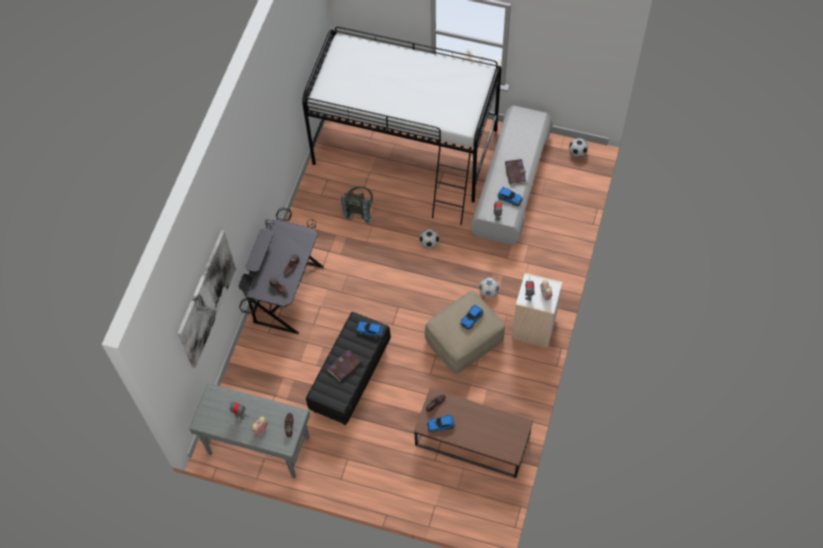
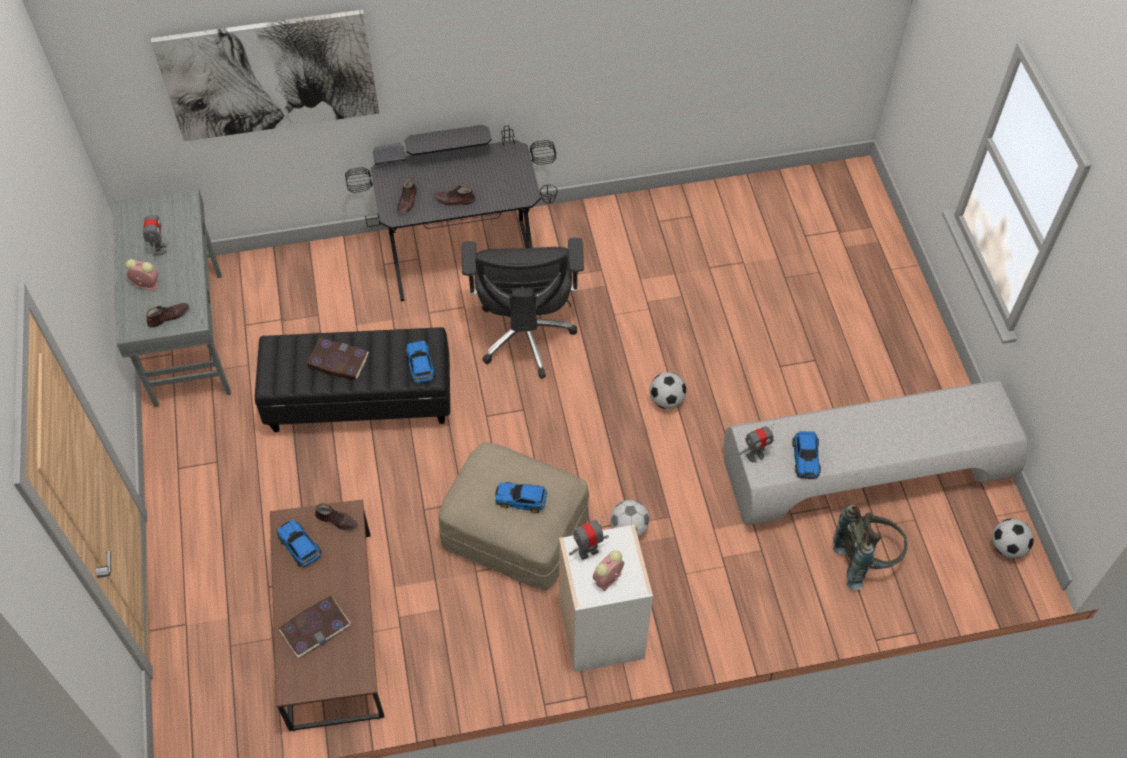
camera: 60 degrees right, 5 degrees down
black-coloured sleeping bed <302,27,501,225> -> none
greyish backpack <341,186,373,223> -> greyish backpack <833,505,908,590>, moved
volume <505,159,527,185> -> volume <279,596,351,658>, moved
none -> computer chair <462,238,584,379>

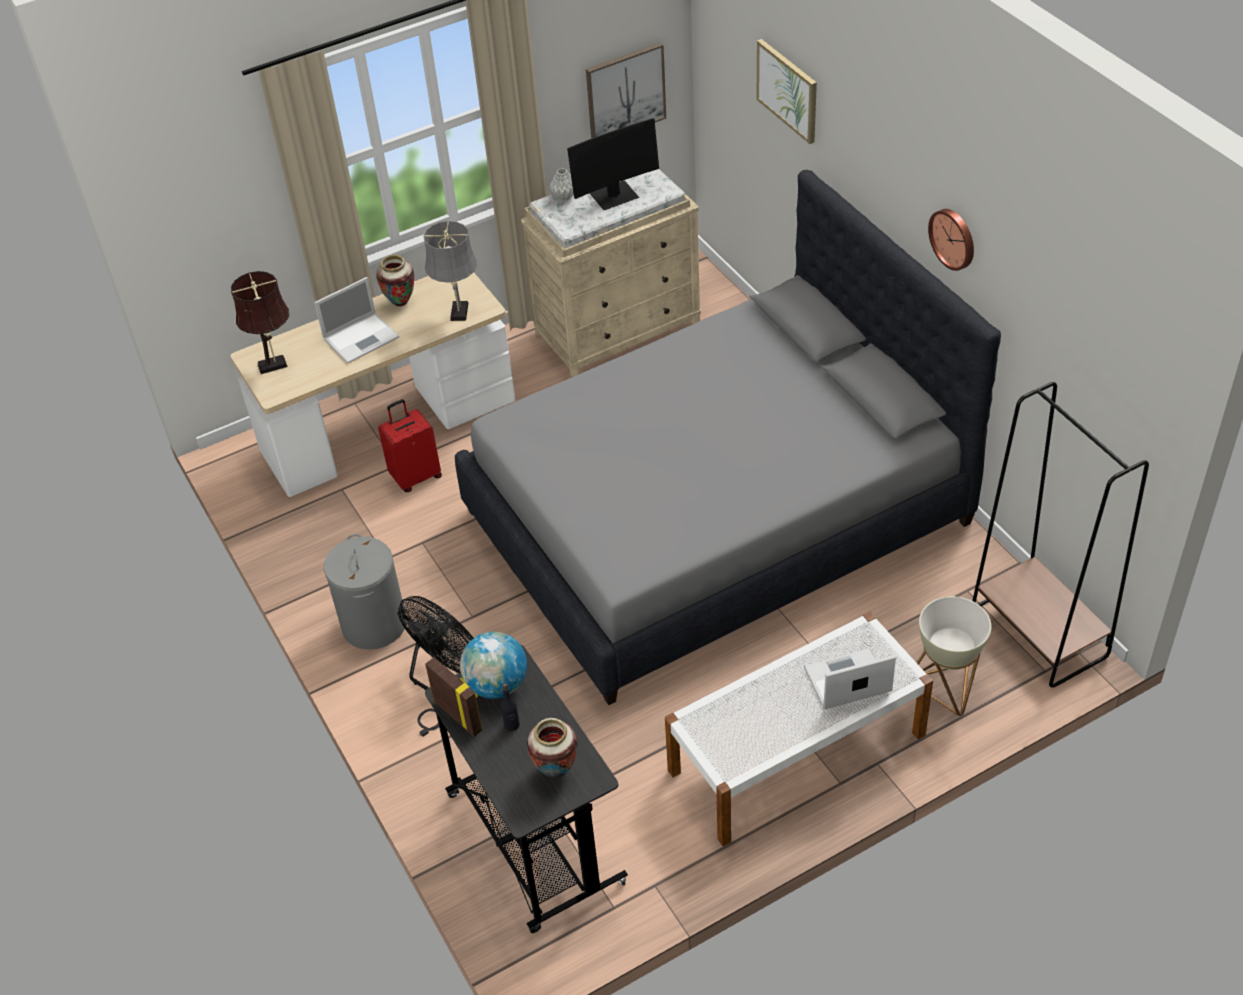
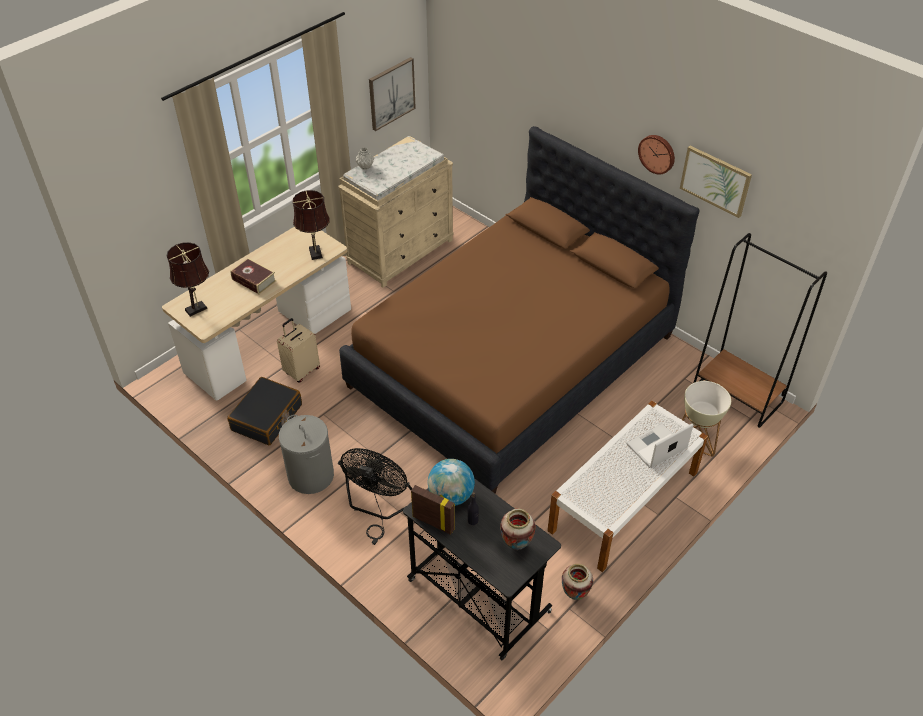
camera: 20 degrees left, 0 degrees up
laptop <314,277,399,364> -> volume <230,258,276,294>
vase <376,255,414,307> -> vase <562,564,593,600>, moved
red-coloured travel case <378,399,442,492> -> beige-coloured travel case <277,318,320,382>
greyish lamp for a table <423,221,477,321> -> brown-coloured lamp for a table <293,190,330,260>
greyish sleeping bed <455,170,1001,705> -> brown-coloured sleeping bed <339,126,699,493>
computer display <567,118,659,210> -> none
picture <757,39,817,144> -> picture <680,146,752,218>, moved
none -> black-coloured travel case <227,377,302,446>

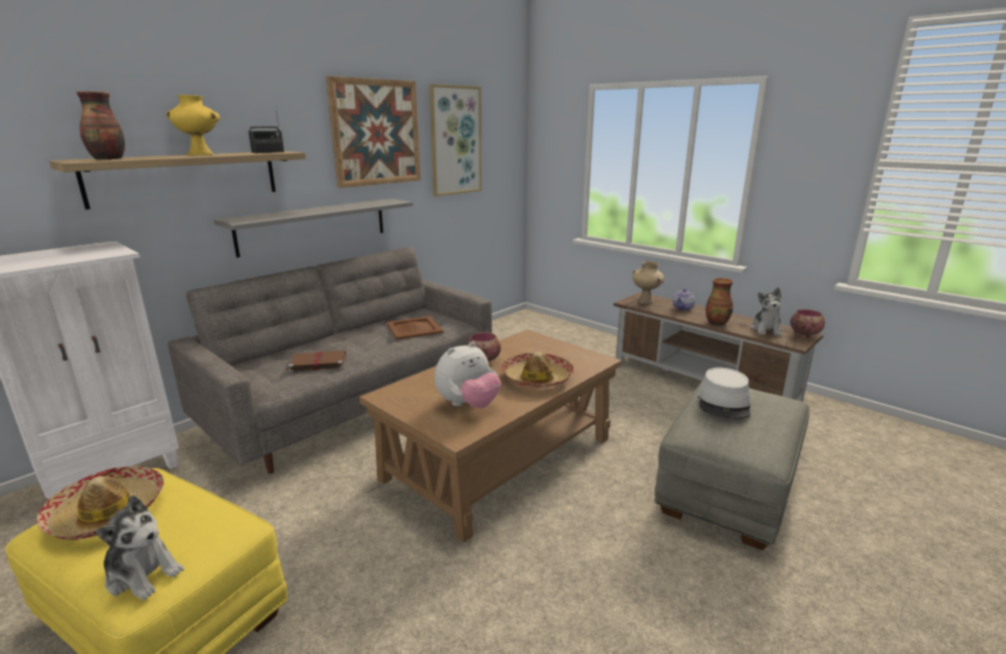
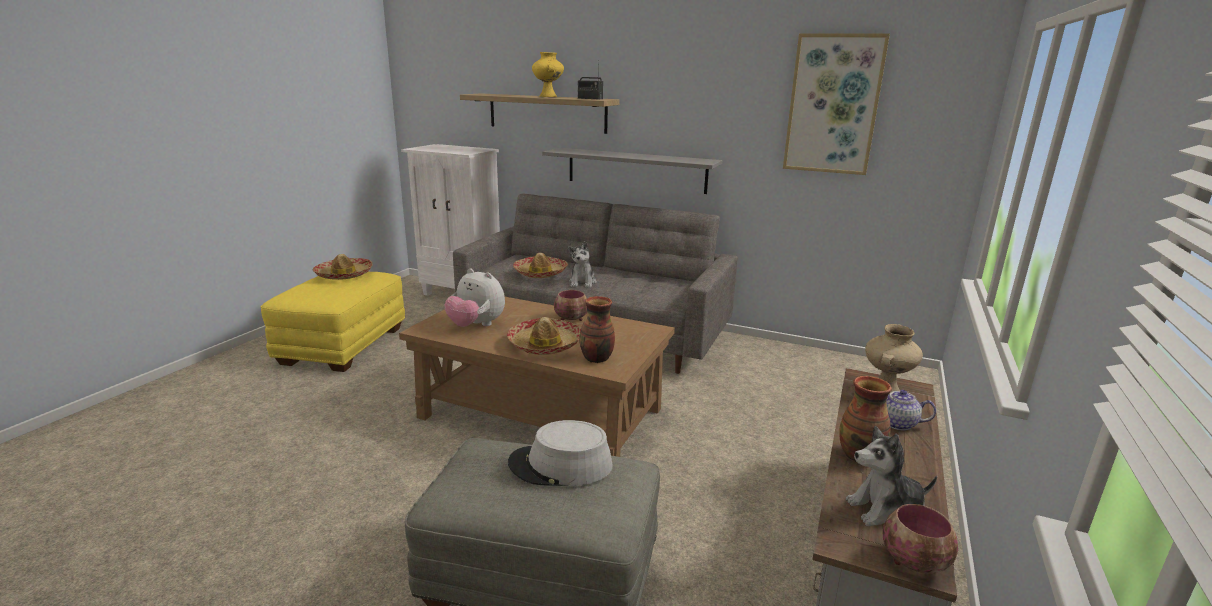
camera: 70 degrees right, 0 degrees up
vase <76,91,125,160> -> vase <579,296,615,363>, moved
cuddly toy <96,495,184,600> -> cuddly toy <568,241,597,288>, moved
brown-coloured volume <285,350,346,372> -> hat <513,253,568,278>
picture <326,76,421,188> -> none
brown-coloured serving tray <386,316,443,340> -> none

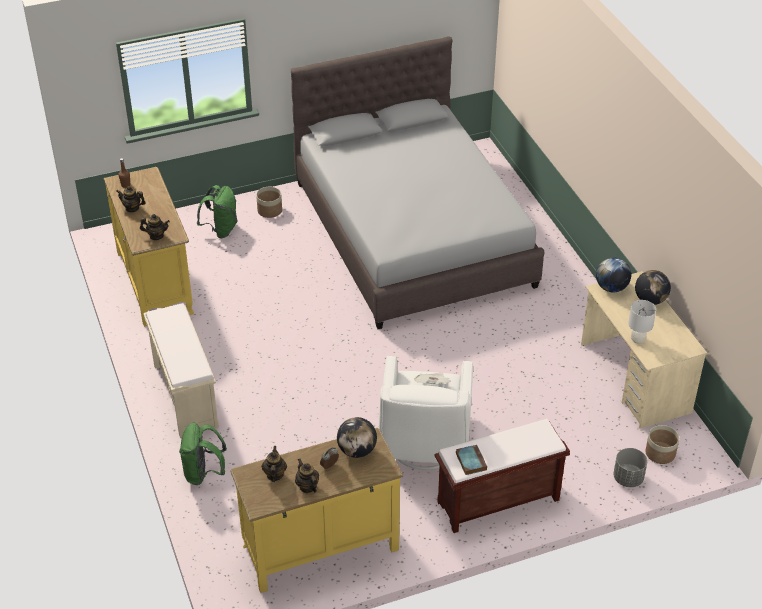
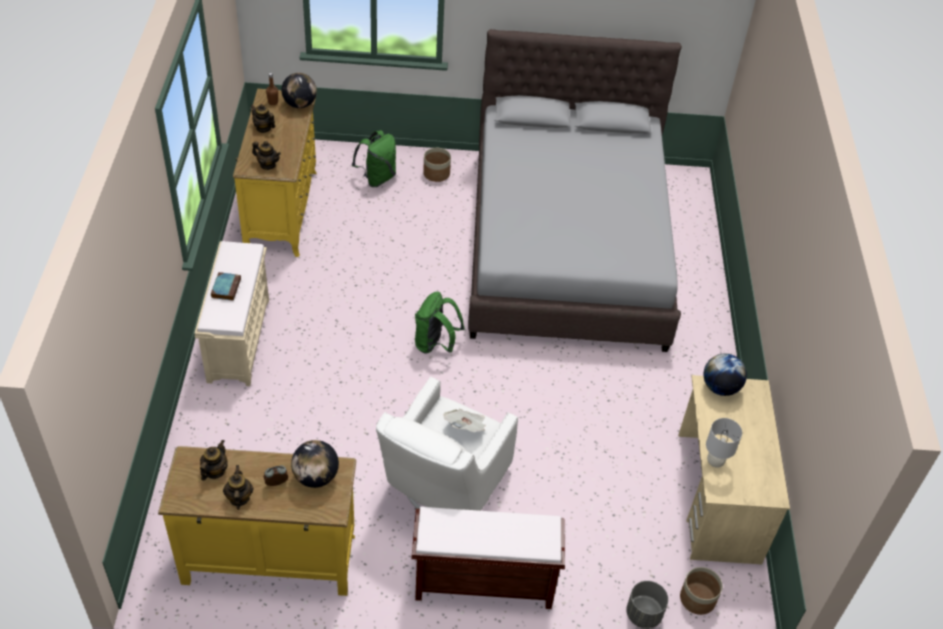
camera: 20 degrees right, 5 degrees up
greenish backpack <179,422,227,485> -> greenish backpack <415,292,464,353>, moved
volume <456,445,487,475> -> volume <211,272,241,301>, moved
desk globe <635,270,671,305> -> desk globe <282,73,317,108>, moved

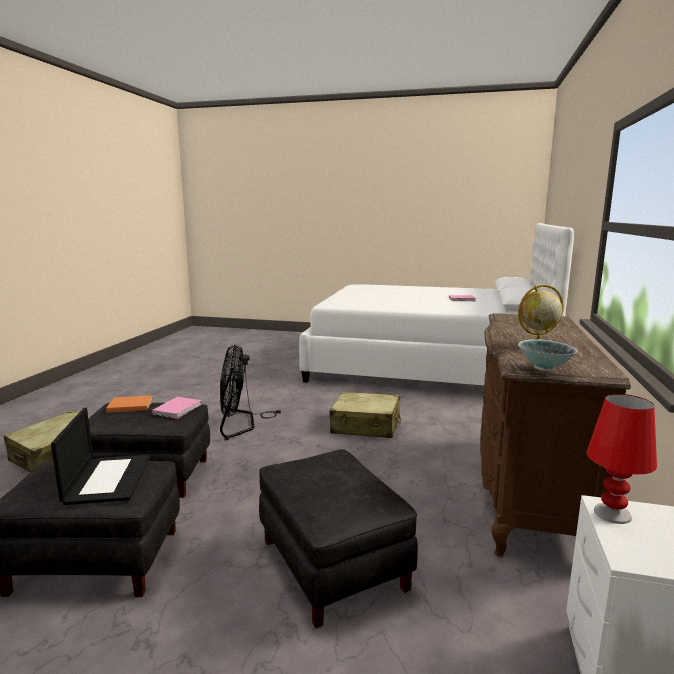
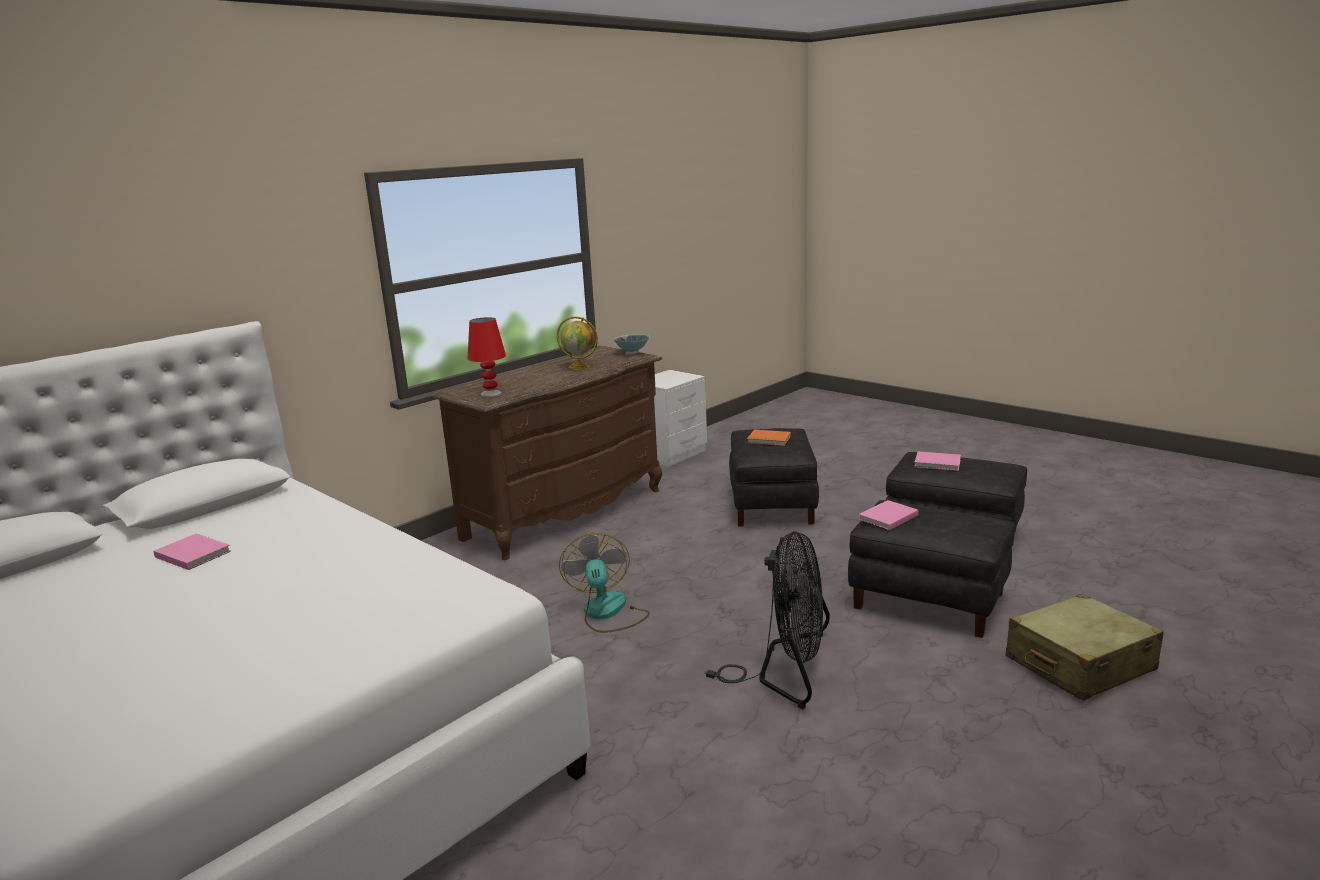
camera: 150 degrees left, 5 degrees up
laptop <51,408,150,505> -> pink volume <914,452,961,471>
orange-coloured volume <106,395,153,413> -> orange-coloured volume <747,429,791,446>, moved
beige-coloured travel case <329,392,401,438> -> electric fan <559,533,650,633>
red-coloured lamp for a table <587,394,657,524> -> red-coloured lamp for a table <468,317,506,397>, moved

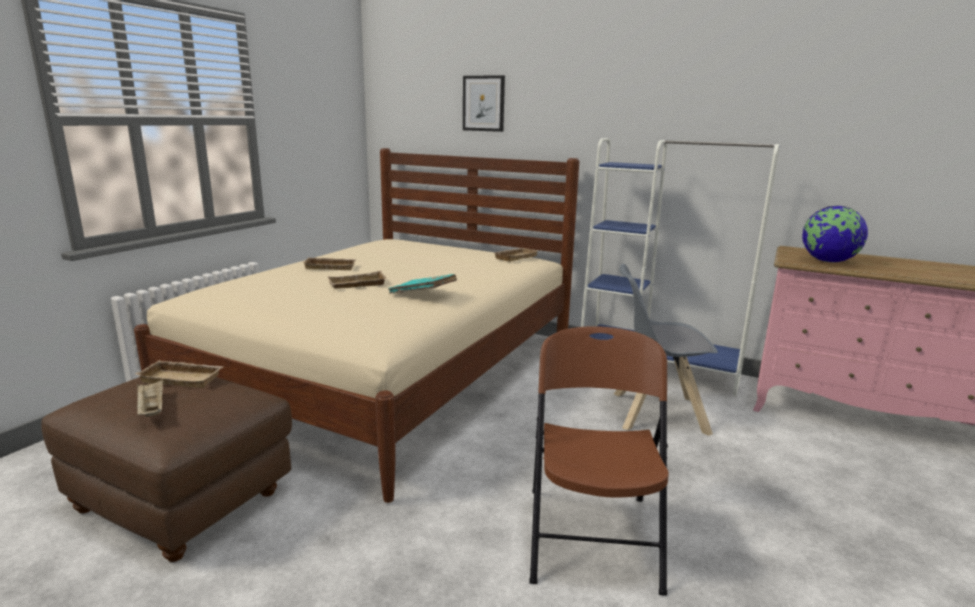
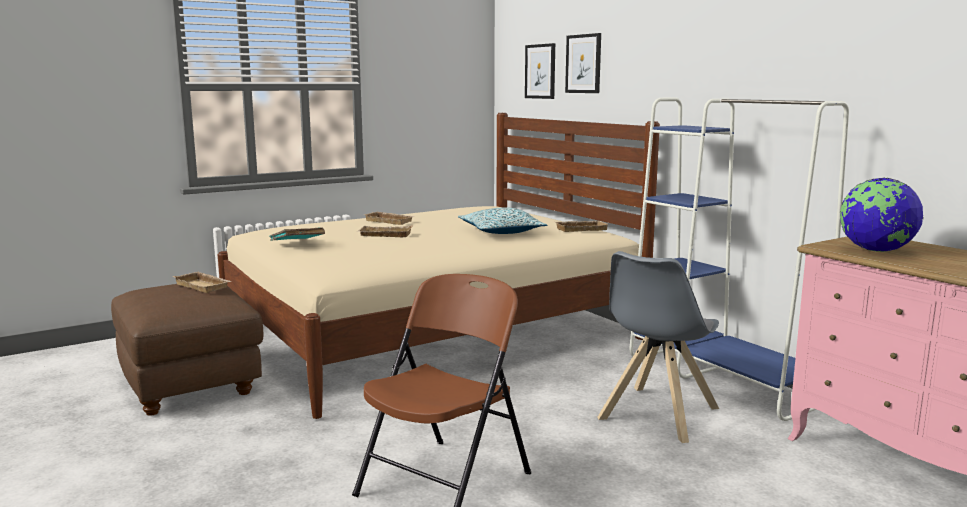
camera: 30 degrees right, 5 degrees down
beige-coloured serving tray <137,379,163,417> -> none
blue-green volume <388,274,457,293> -> blue-green volume <269,227,325,241>, moved
greyish chair <614,264,718,436> -> greyish chair <598,251,719,443>, 90 degrees counterclockwise
none -> pillow <458,207,547,234>
none -> picture <525,43,555,99>

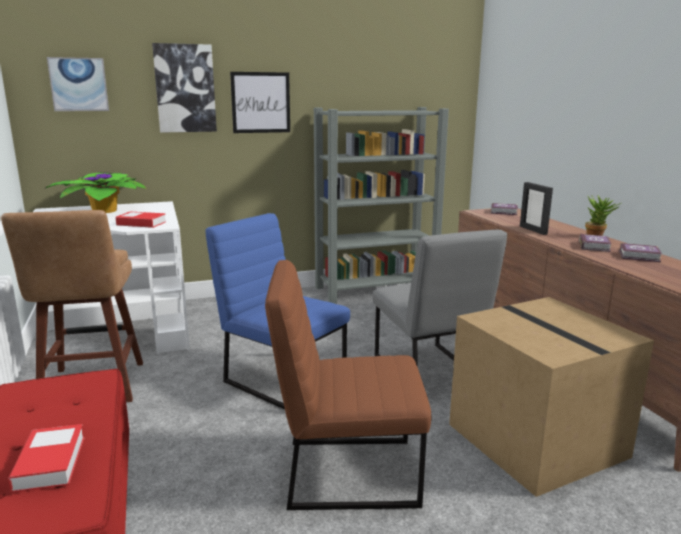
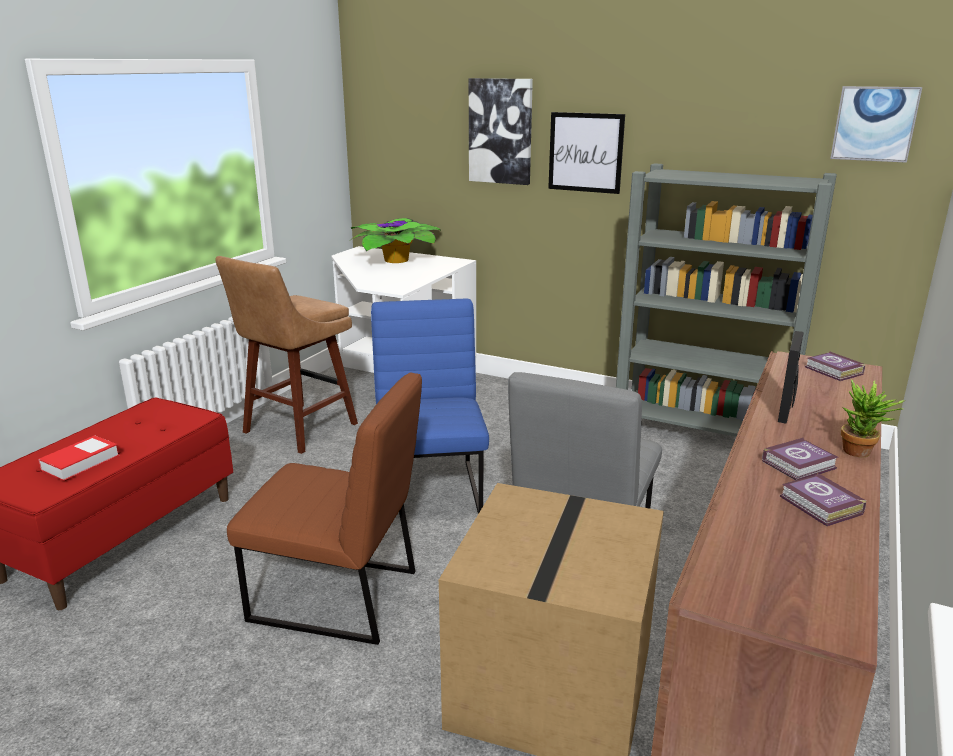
camera: 45 degrees right, 5 degrees up
picture <47,57,109,111> -> picture <830,86,922,163>, moved
volume <115,212,166,228> -> none
brown-coloured chair <265,260,431,510> -> brown-coloured chair <227,373,422,645>, 150 degrees clockwise

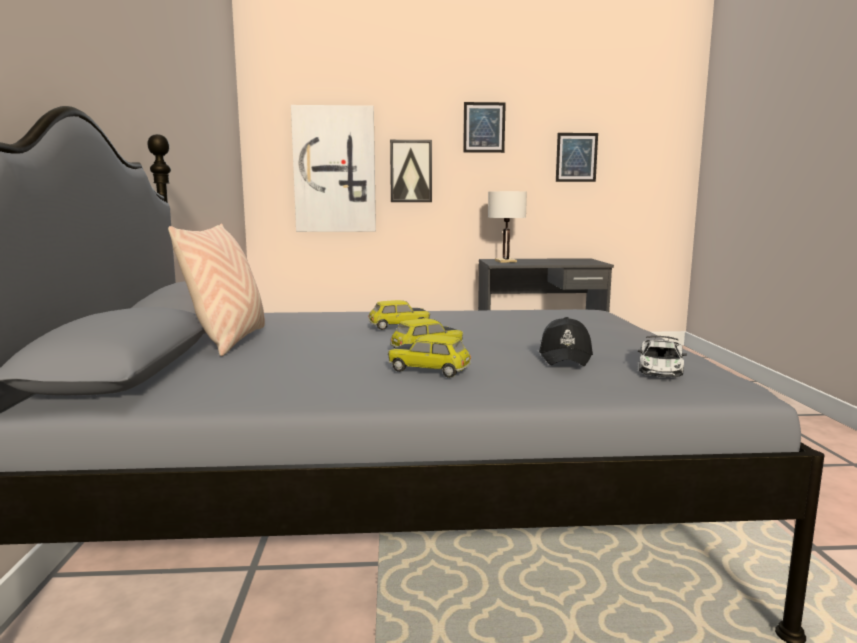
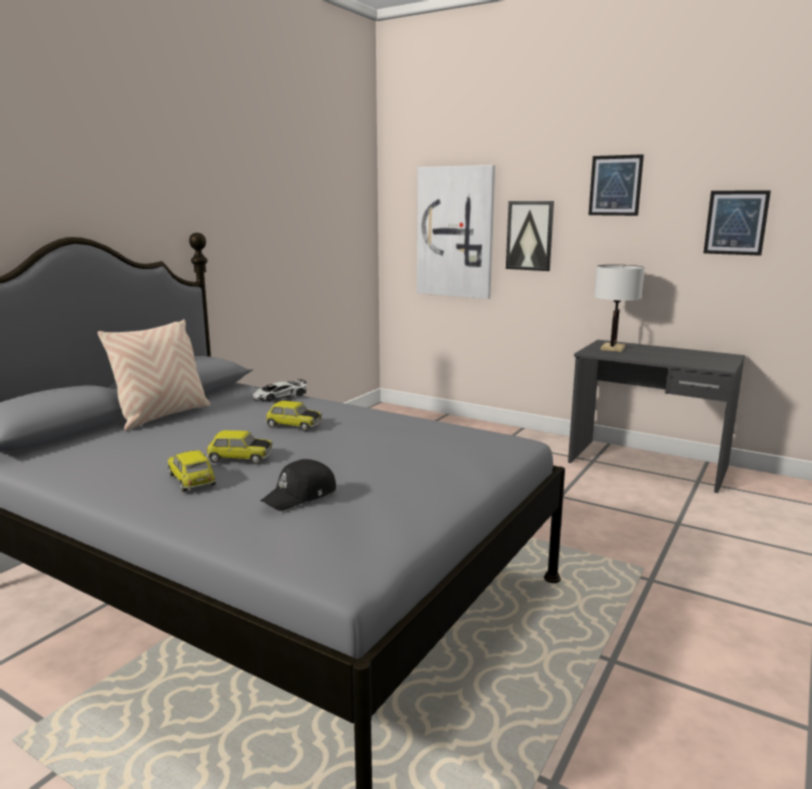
camera: 35 degrees right, 5 degrees up
model car <638,336,687,377> -> model car <252,379,307,402>, moved

